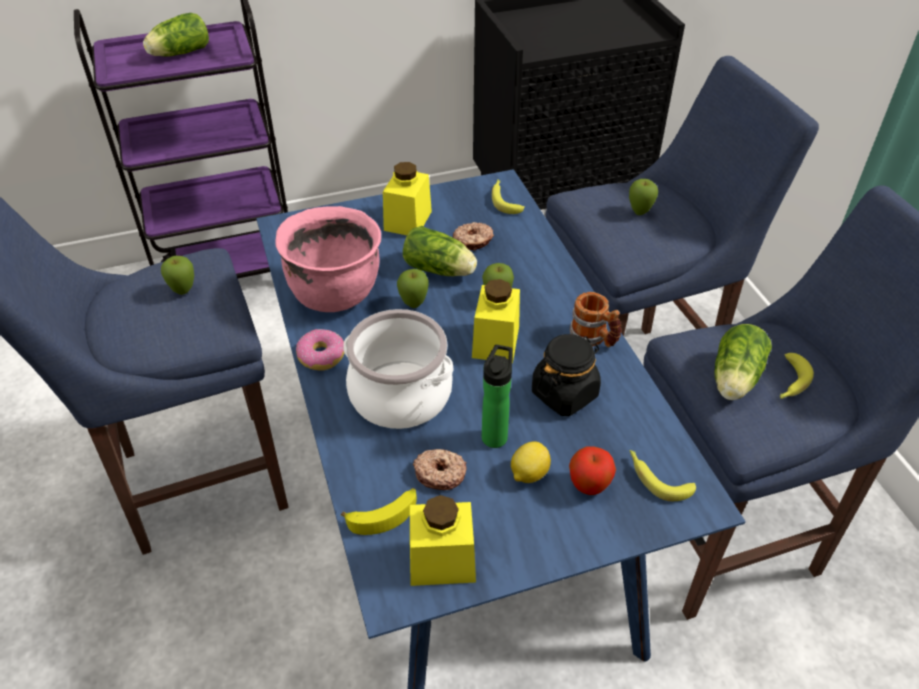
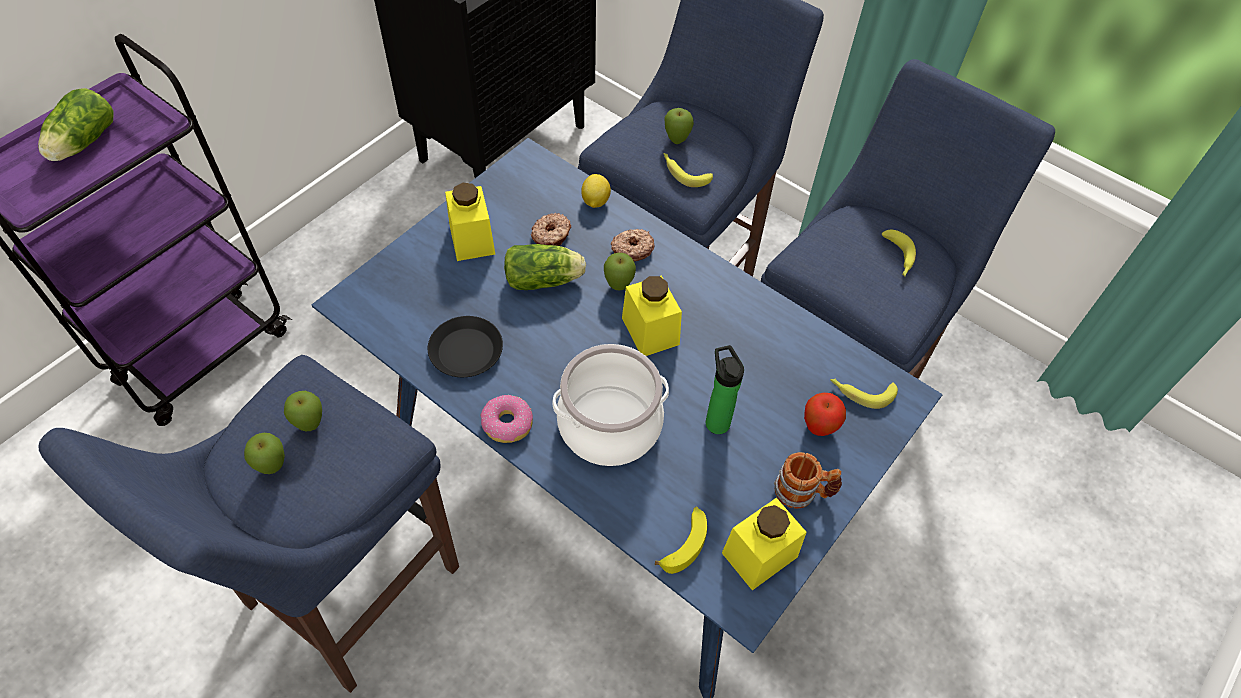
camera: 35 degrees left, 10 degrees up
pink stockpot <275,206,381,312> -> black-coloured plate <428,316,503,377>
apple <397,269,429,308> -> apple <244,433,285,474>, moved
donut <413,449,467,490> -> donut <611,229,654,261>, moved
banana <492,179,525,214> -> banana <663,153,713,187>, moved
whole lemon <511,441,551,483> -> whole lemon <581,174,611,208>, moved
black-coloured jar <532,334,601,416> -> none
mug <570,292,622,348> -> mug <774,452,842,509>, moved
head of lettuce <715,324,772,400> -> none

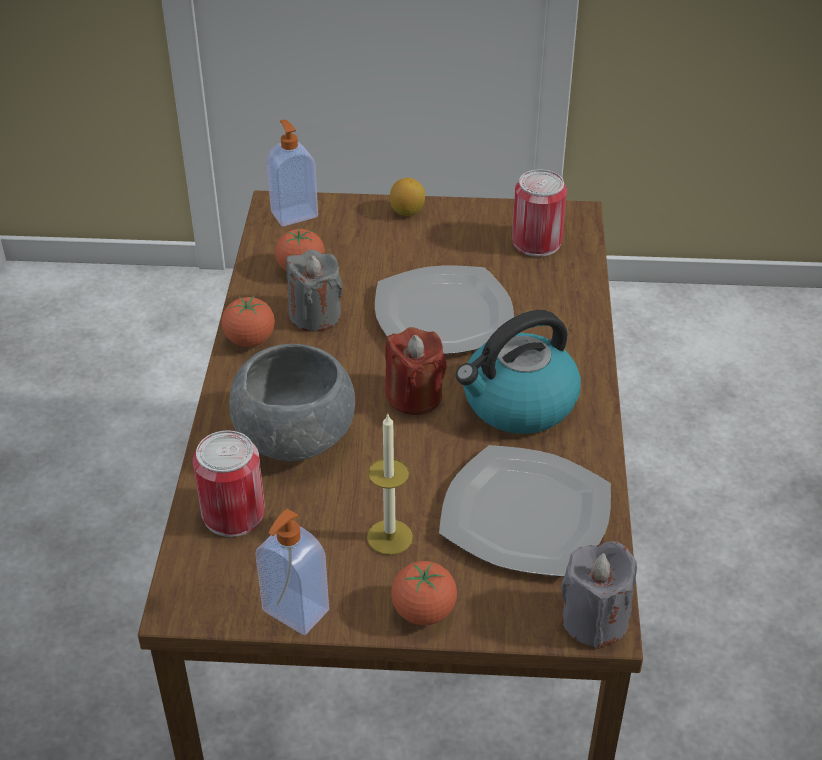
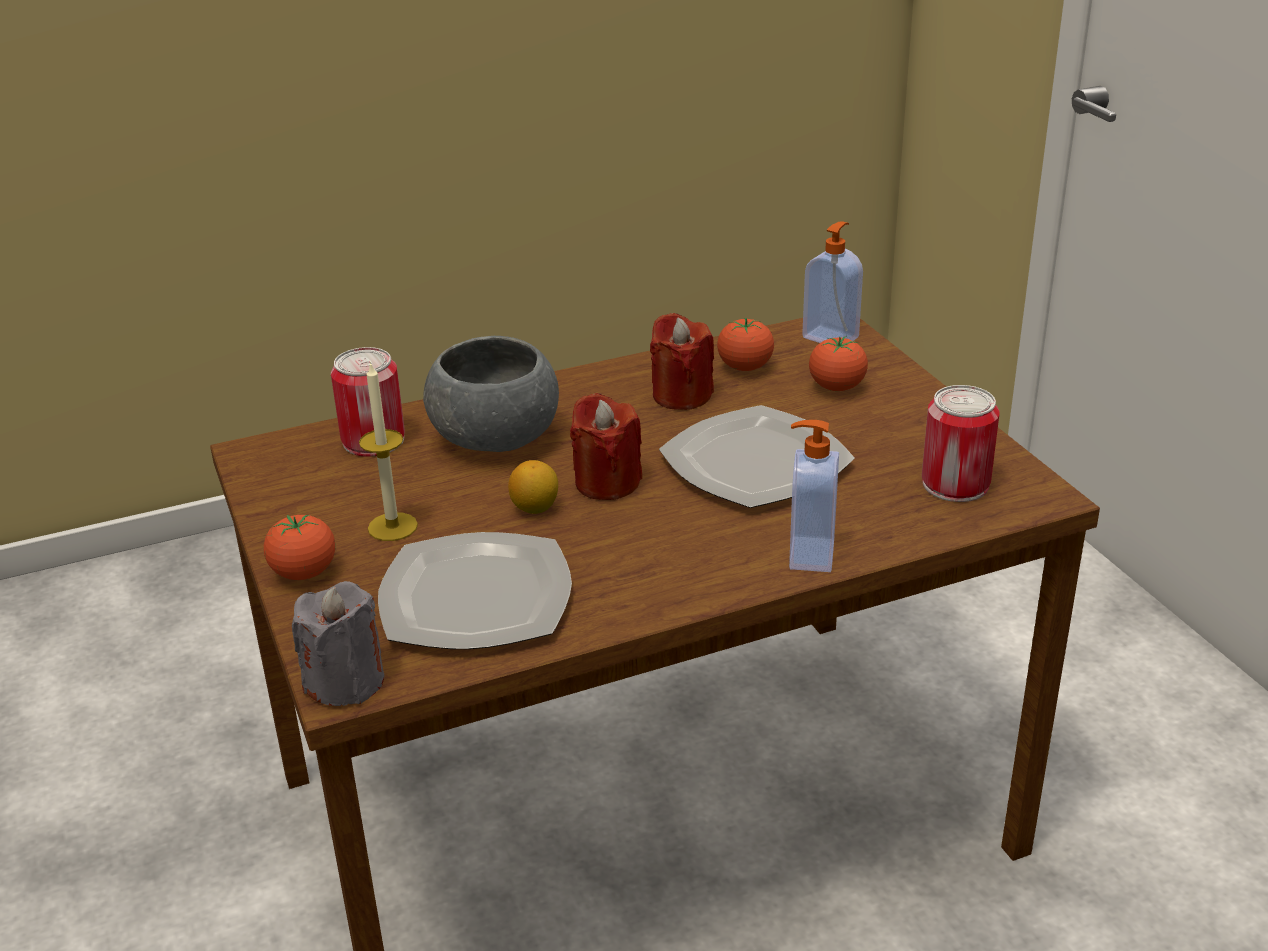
camera: 65 degrees right, 10 degrees down
fresh tomato <222,296,275,347> -> fresh tomato <809,336,868,391>, moved
soap dispenser <255,509,329,635> -> soap dispenser <789,420,839,572>, moved
greyish candle <286,250,343,332> -> red-coloured candle <650,313,714,410>
whole lemon <390,178,425,216> -> whole lemon <508,460,558,514>, moved
tea kettle <456,310,581,434> -> none

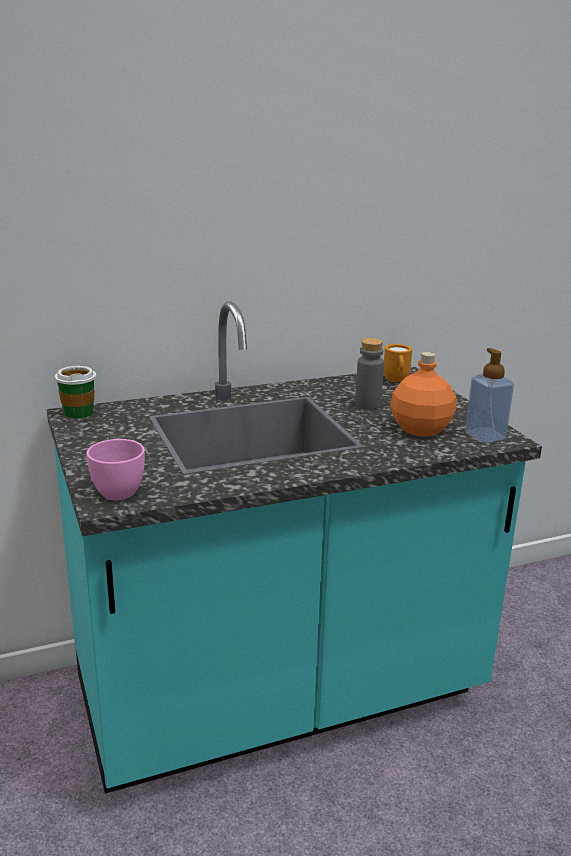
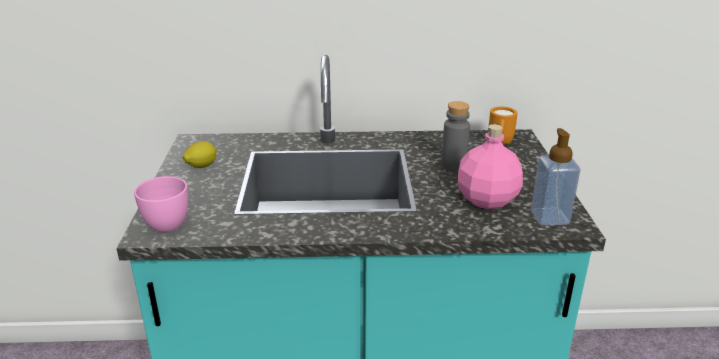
camera: 20 degrees right, 5 degrees up
drinking cup <54,366,96,419> -> none
orange-coloured beverage bottle <390,352,456,437> -> pink beverage bottle <458,124,523,209>
none -> whole lemon <183,141,217,168>

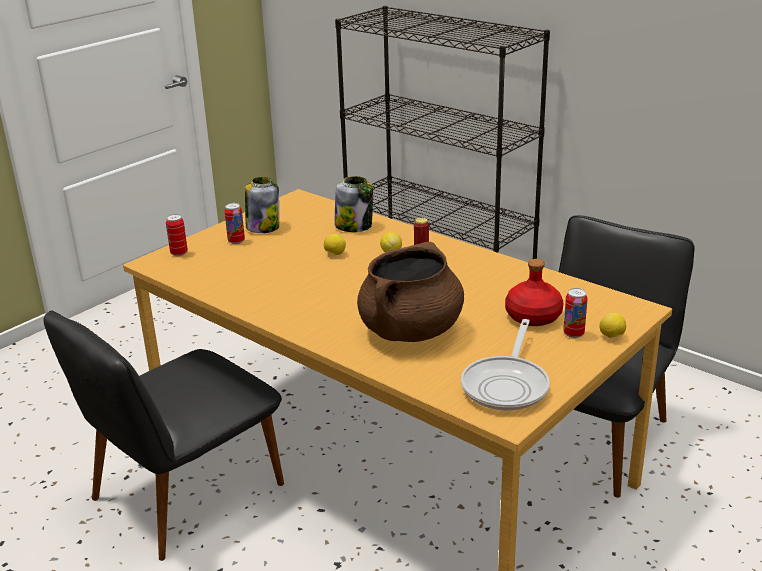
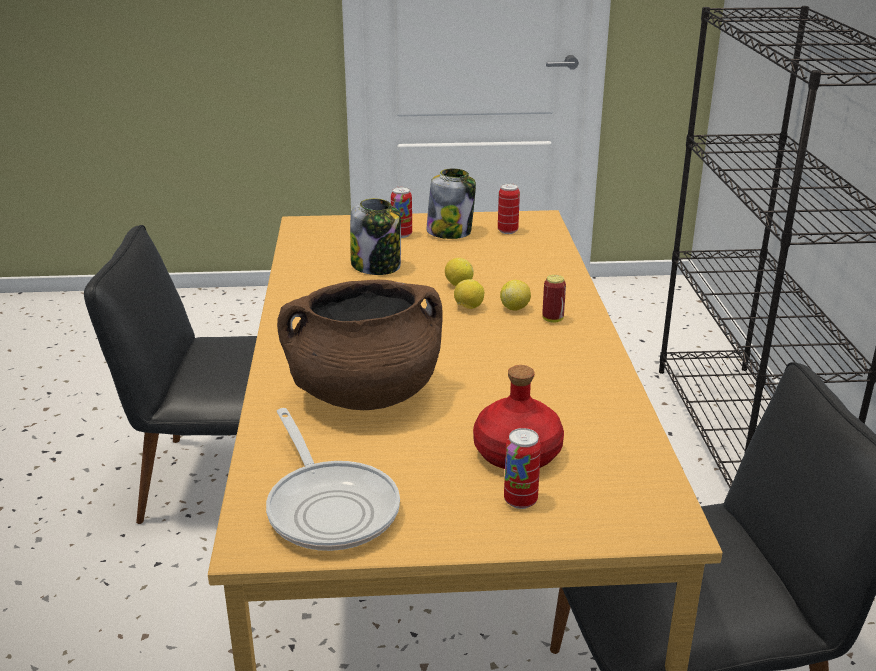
camera: 45 degrees right, 0 degrees up
sealed can <166,214,188,256> -> sealed can <498,183,520,234>, moved
jar <334,176,373,232> -> jar <350,198,401,275>, moved
skillet <461,319,550,411> -> skillet <266,408,400,551>, 90 degrees counterclockwise
whole lemon <599,313,626,338> -> whole lemon <454,279,484,309>, moved

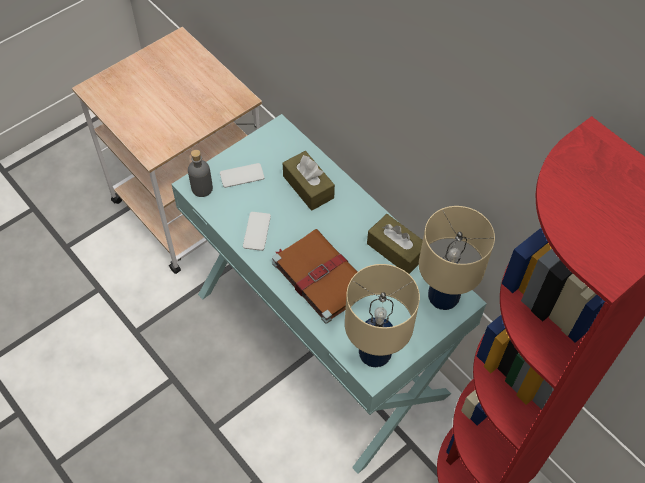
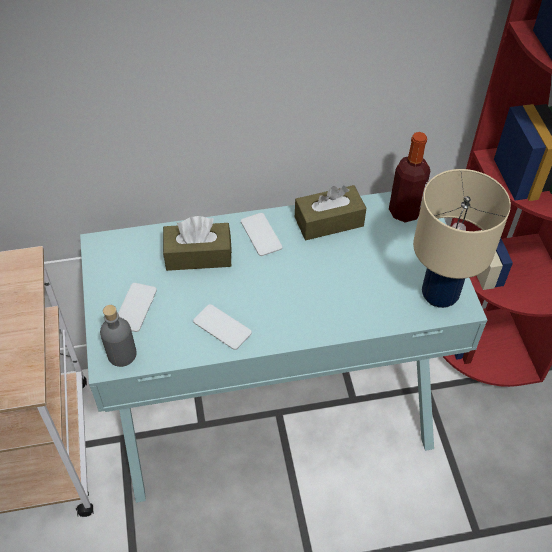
camera: 60 degrees left, 5 degrees down
brown-coloured volume <272,229,359,324> -> none
beige-coloured lamp for a table <419,206,495,310> -> beverage bottle <389,132,430,223>
none -> phone <241,213,282,256>

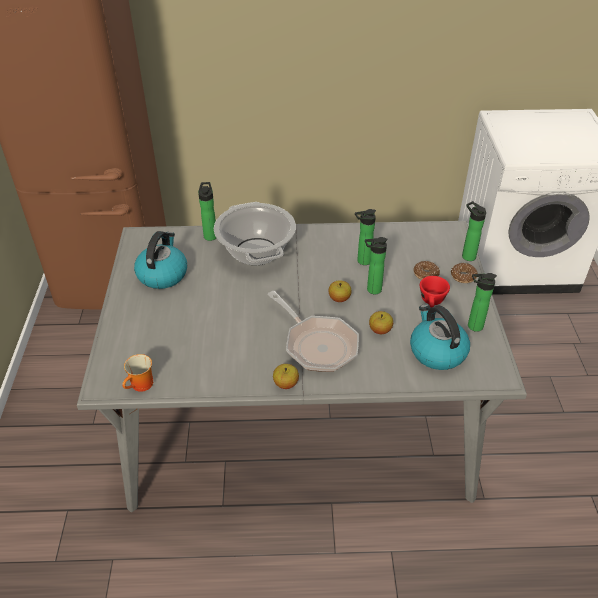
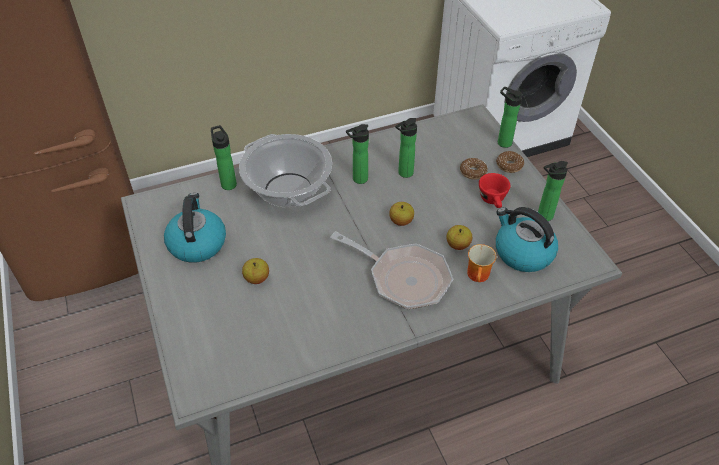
camera: 20 degrees left, 5 degrees up
mug <122,354,153,392> -> mug <467,244,497,282>, moved
apple <273,364,299,389> -> apple <242,258,269,284>, moved
beverage bottle <365,237,387,294> -> beverage bottle <346,124,369,184>, moved

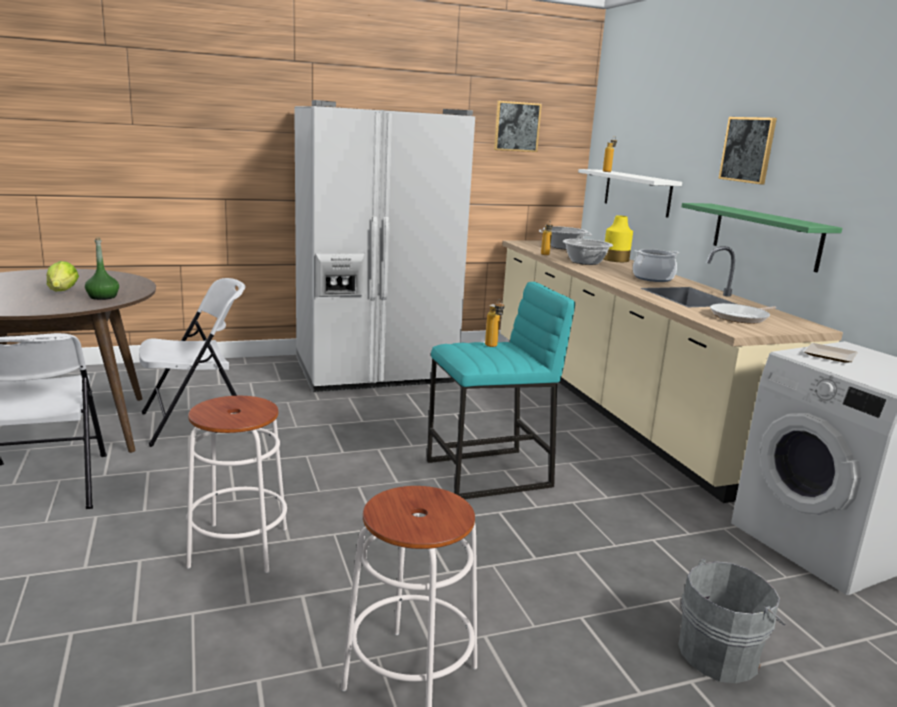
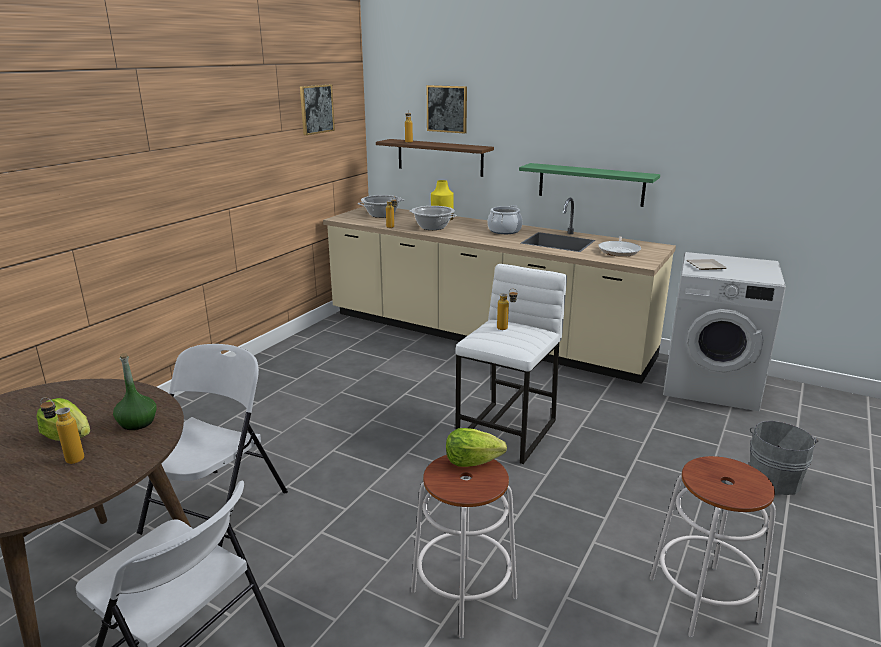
camera: 40 degrees left, 5 degrees up
whitish kitchen fridge <294,100,475,393> -> none
blue-green stool seat <427,282,575,499> -> whitish stool seat <455,264,567,464>
whitish bracket shelf <578,169,682,218> -> brown-coloured bracket shelf <376,139,494,177>
picture <718,117,777,185> -> picture <427,85,467,134>, moved
none -> beverage bottle <40,397,84,464>
none -> head of lettuce <446,428,507,467>

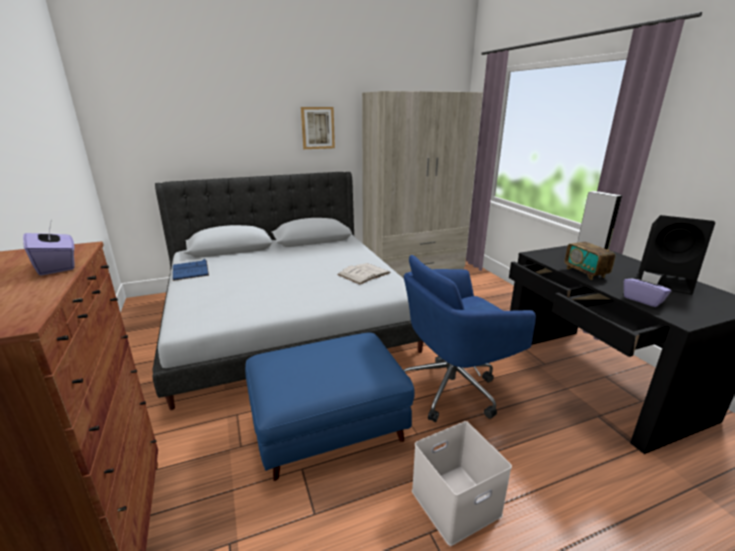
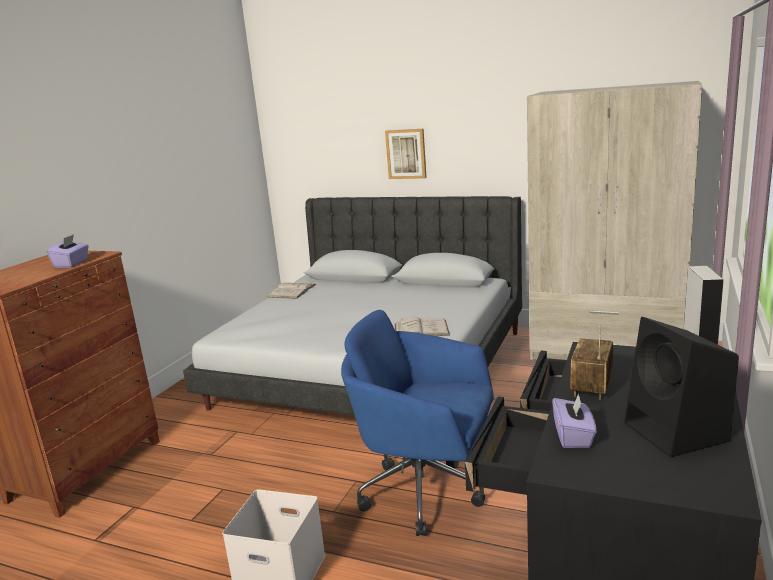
camera: 45 degrees right, 5 degrees down
bluish volume <173,259,209,281> -> whitish volume <268,282,317,299>
bluish footrest <245,333,415,481> -> none
picture <301,107,335,149> -> picture <385,129,427,179>, moved

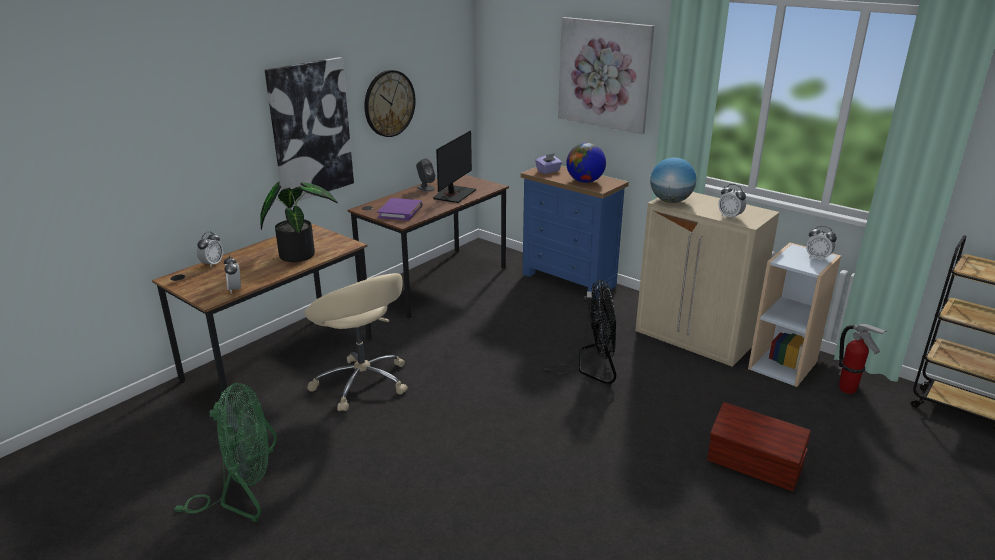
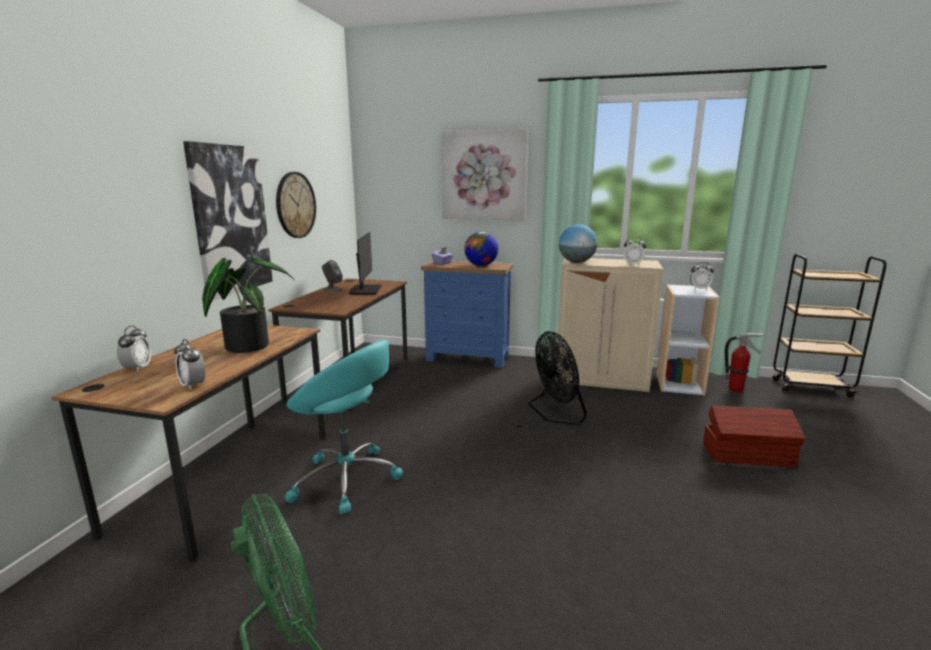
camera: 25 degrees left, 10 degrees down
beige-coloured computer chair <304,273,408,411> -> blue-green computer chair <285,340,403,515>
purple-coloured volume <377,198,423,221> -> none

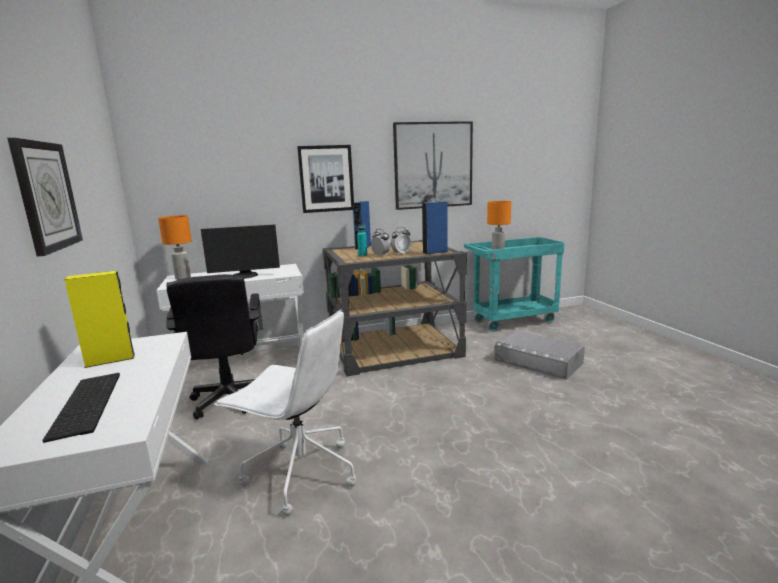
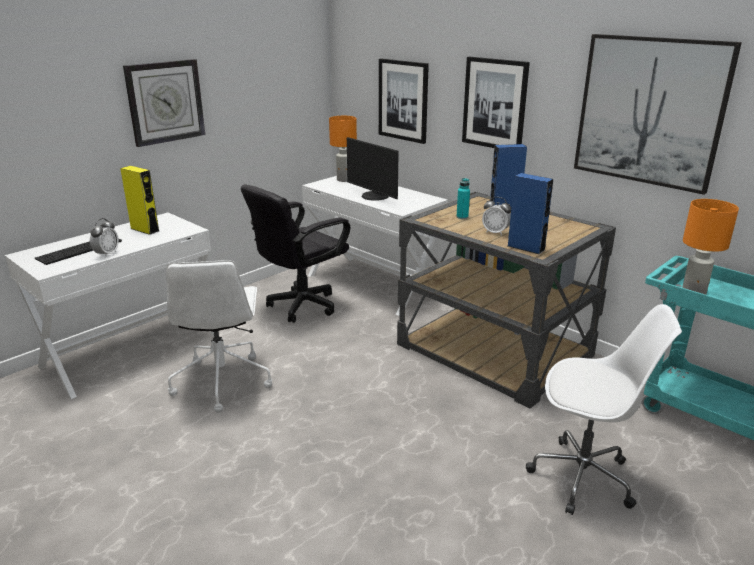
camera: 60 degrees right, 10 degrees up
alarm clock <371,229,390,256> -> alarm clock <90,218,119,258>, moved
greyish storage box <494,330,585,380> -> whitish computer chair <526,304,682,515>
none -> picture <379,58,429,144>

